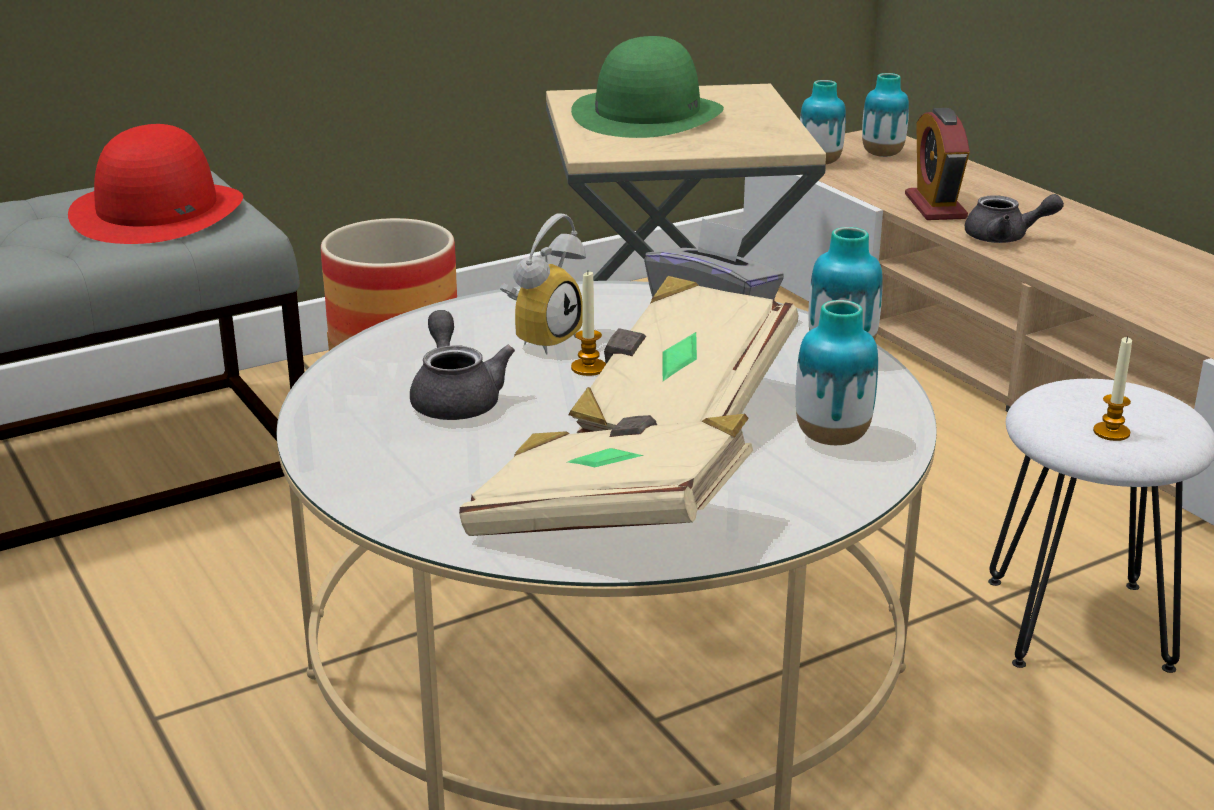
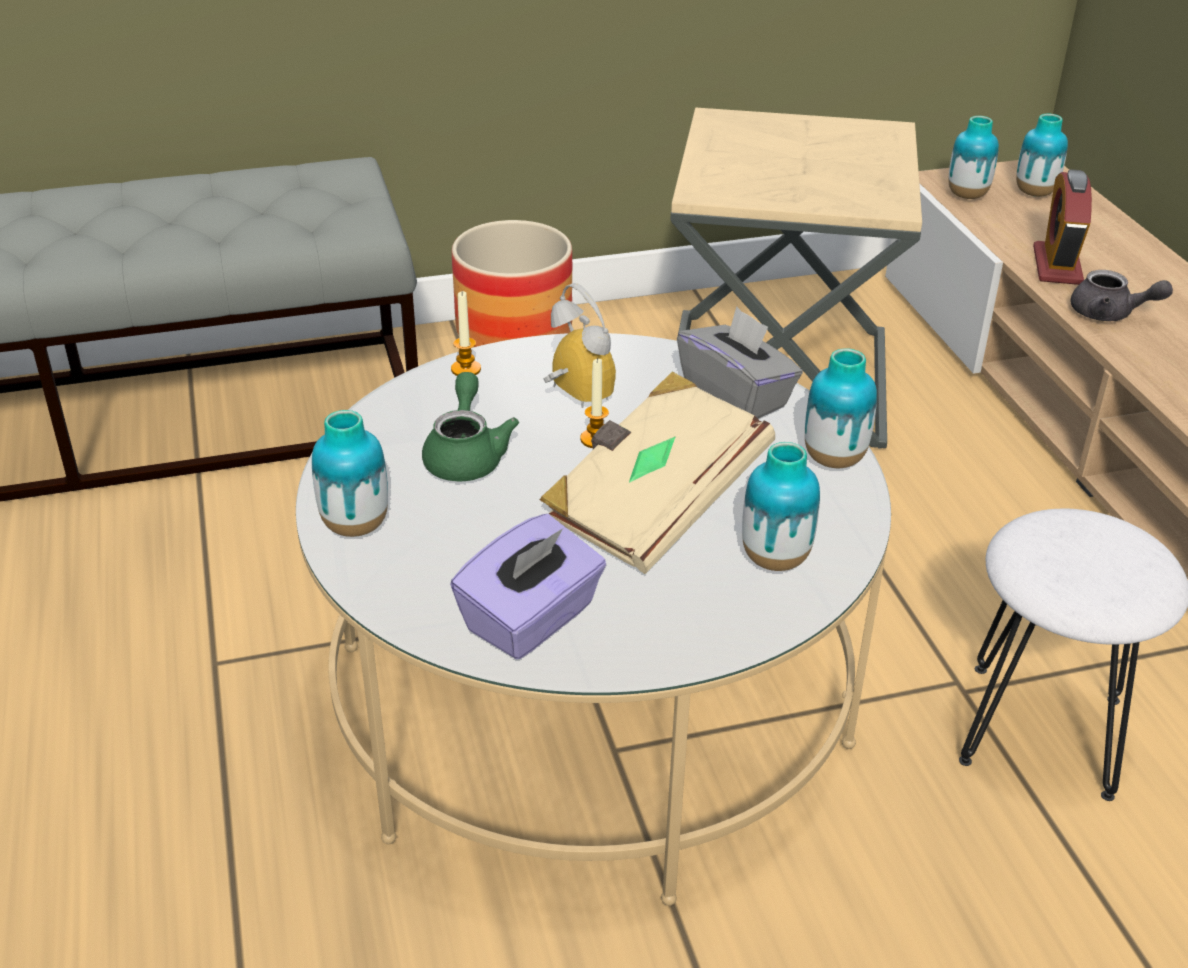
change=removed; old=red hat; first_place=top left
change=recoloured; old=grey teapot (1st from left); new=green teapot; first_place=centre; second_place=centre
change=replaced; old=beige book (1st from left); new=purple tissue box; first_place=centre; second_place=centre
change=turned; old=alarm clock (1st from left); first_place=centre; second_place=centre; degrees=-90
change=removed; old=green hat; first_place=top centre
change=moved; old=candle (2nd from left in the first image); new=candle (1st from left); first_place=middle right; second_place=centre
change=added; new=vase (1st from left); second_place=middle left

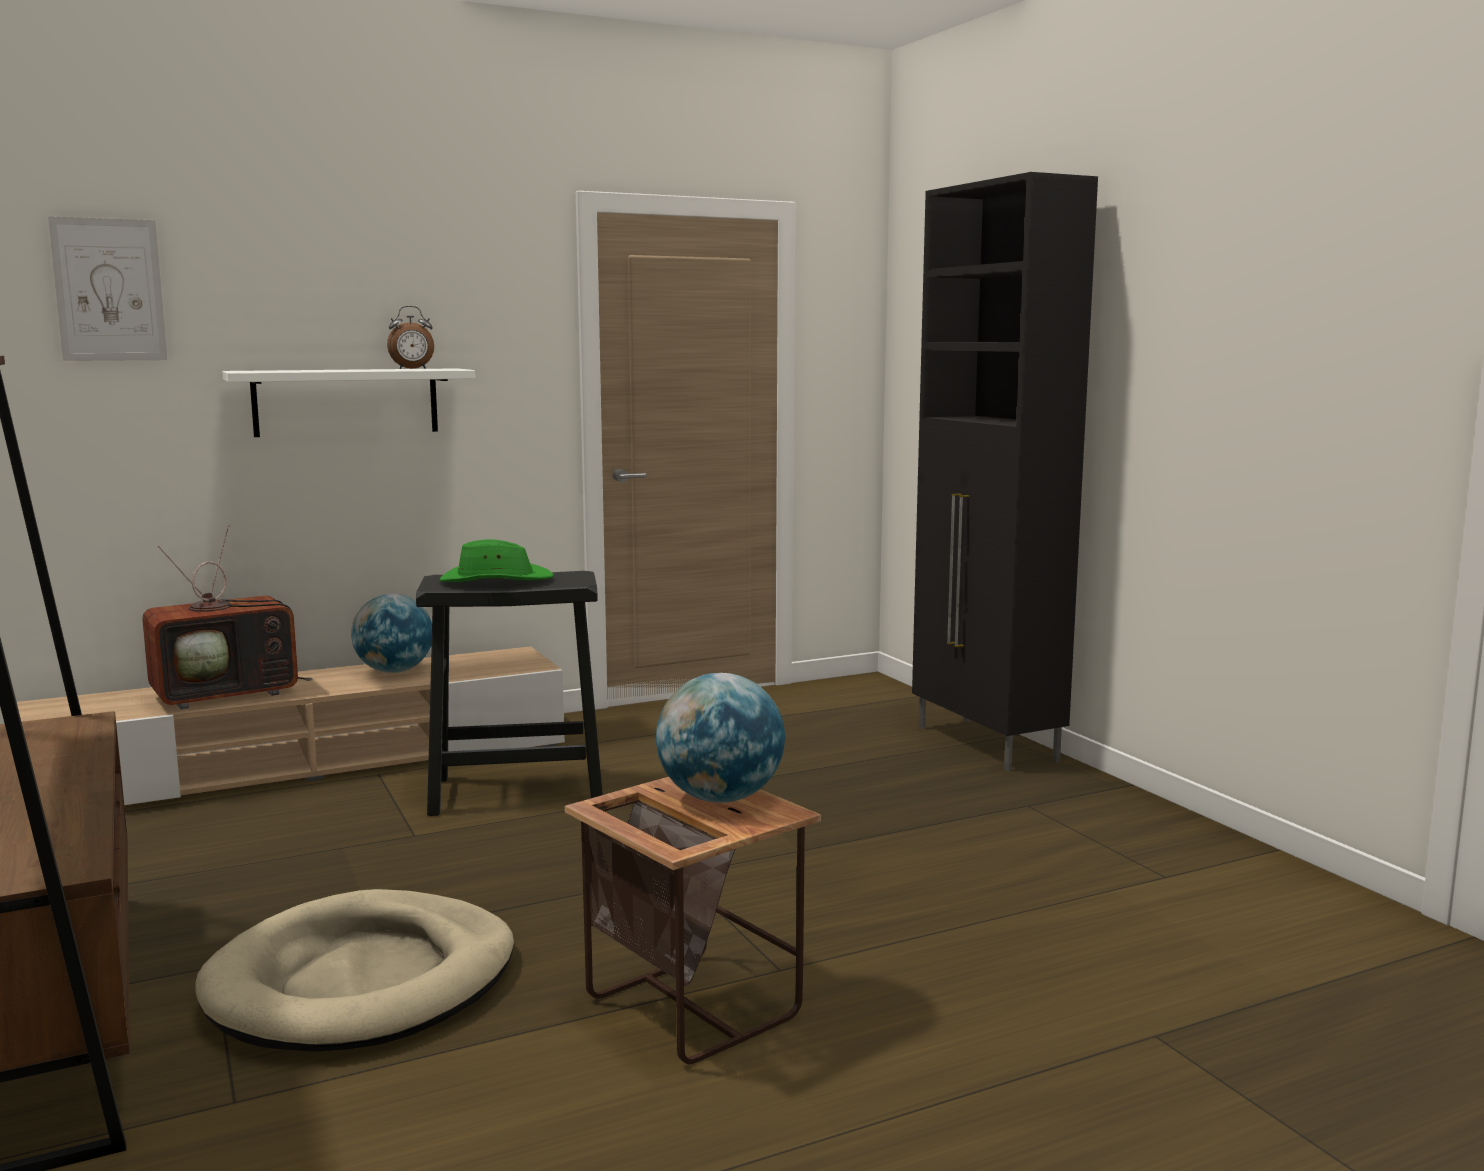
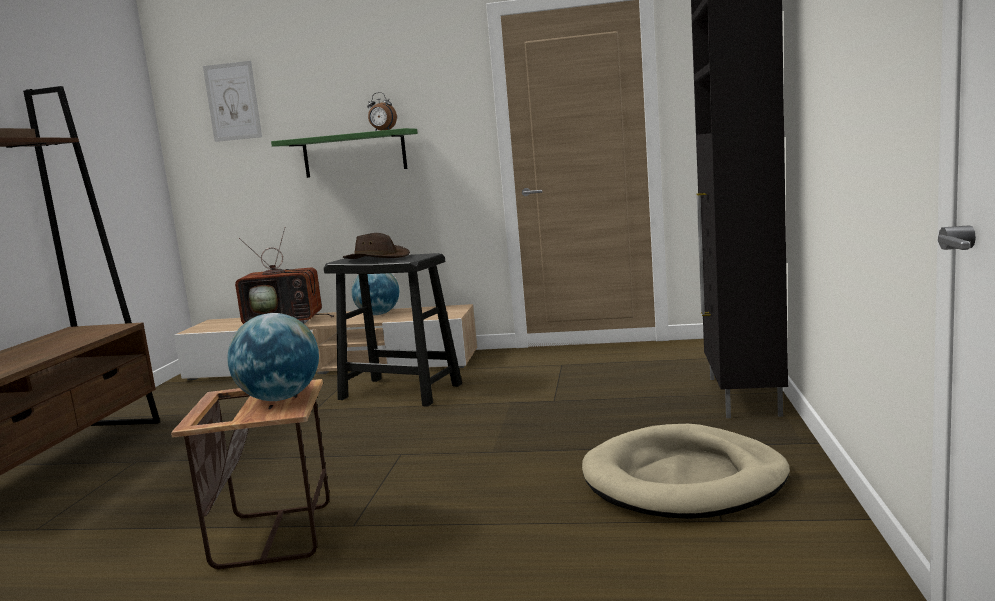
change=moved; old=beige dog bed; first_place=bottom left; second_place=bottom right
change=recoloured; old=white shelf; new=green shelf; first_place=middle left; second_place=top centre
change=recoloured; old=green hat; new=brown hat; first_place=centre; second_place=centre

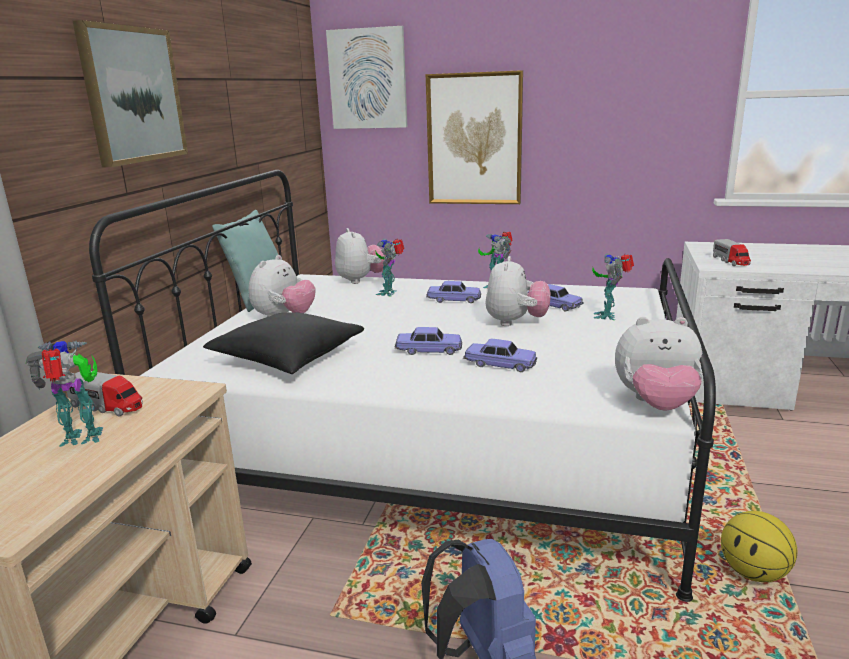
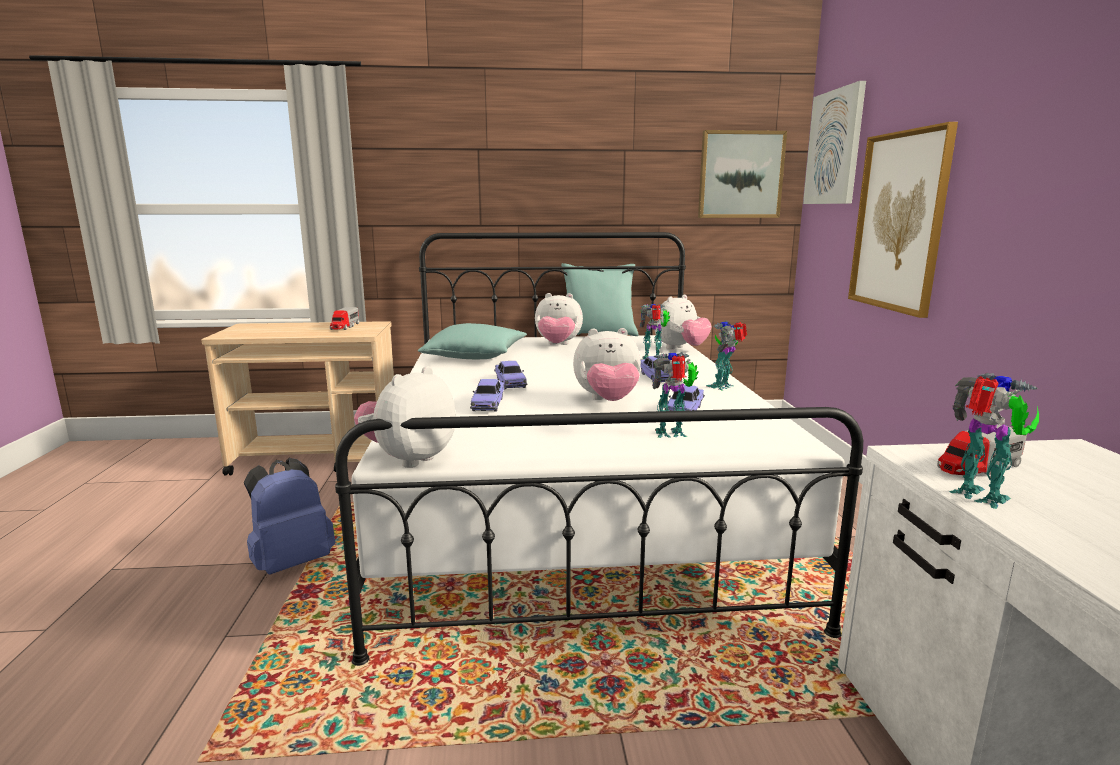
change=moved; old=toy robot (1st from left in the first image); new=toy robot (4th from left); first_place=middle left; second_place=middle right
change=moved; old=picture (1st from left); first_place=top left; second_place=top centre
change=recoloured; old=black pillow; new=turquoise pillow (1st from left); first_place=centre; second_place=centre
change=turned; old=plush toy (4th from left in the first image); first_place=middle right; second_place=centre; degrees=45
change=removed; old=basketball; first_place=bottom right

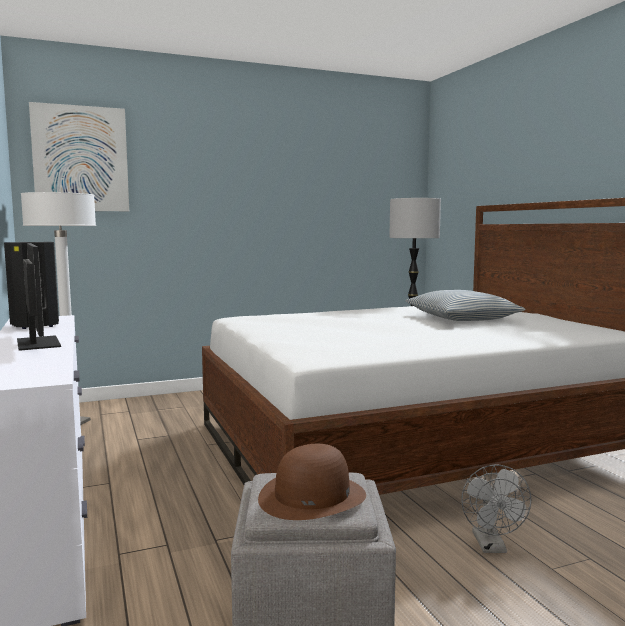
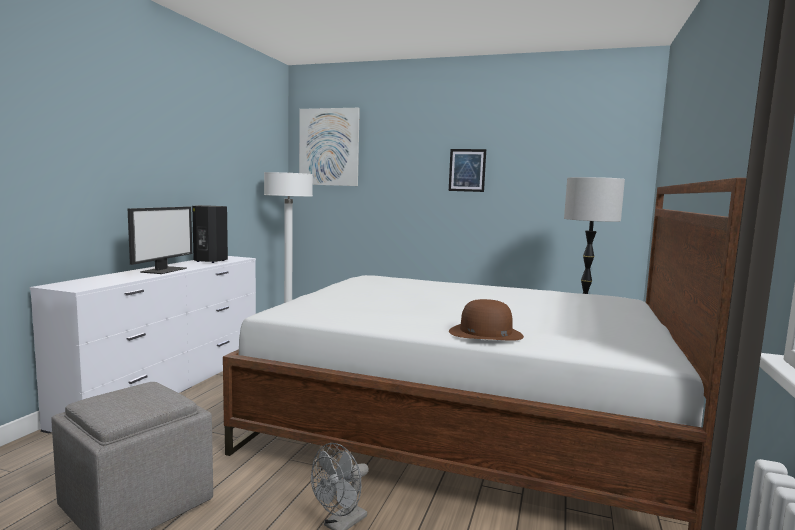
change=moved; old=brown hat; first_place=bottom centre; second_place=centre
change=removed; old=pillow; first_place=middle right
change=added; new=picture (2nd from left); second_place=top centre

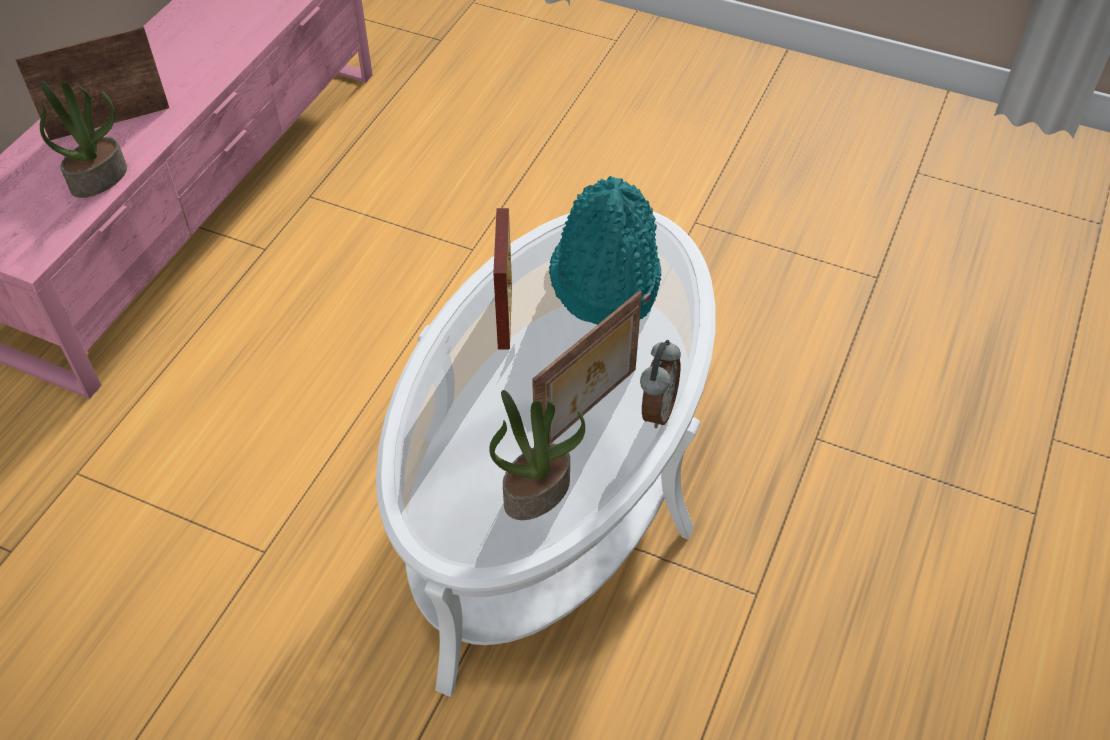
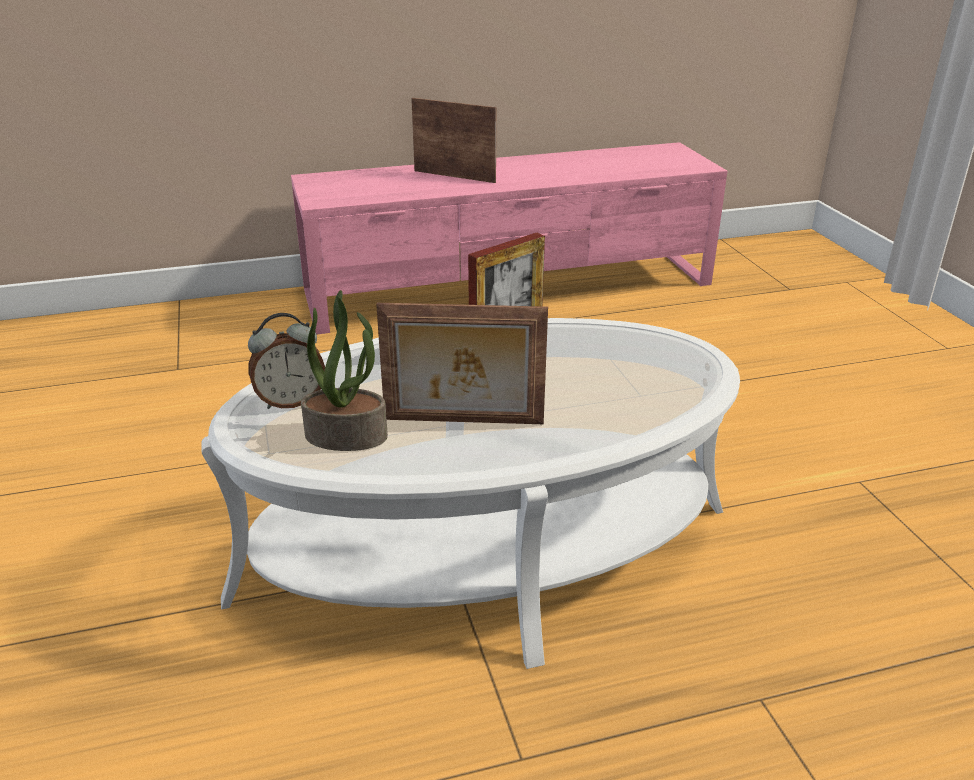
change=removed; old=potted plant (1st from left); first_place=top left
change=removed; old=turquoise hat; first_place=centre
change=moved; old=alarm clock; first_place=centre; second_place=middle left

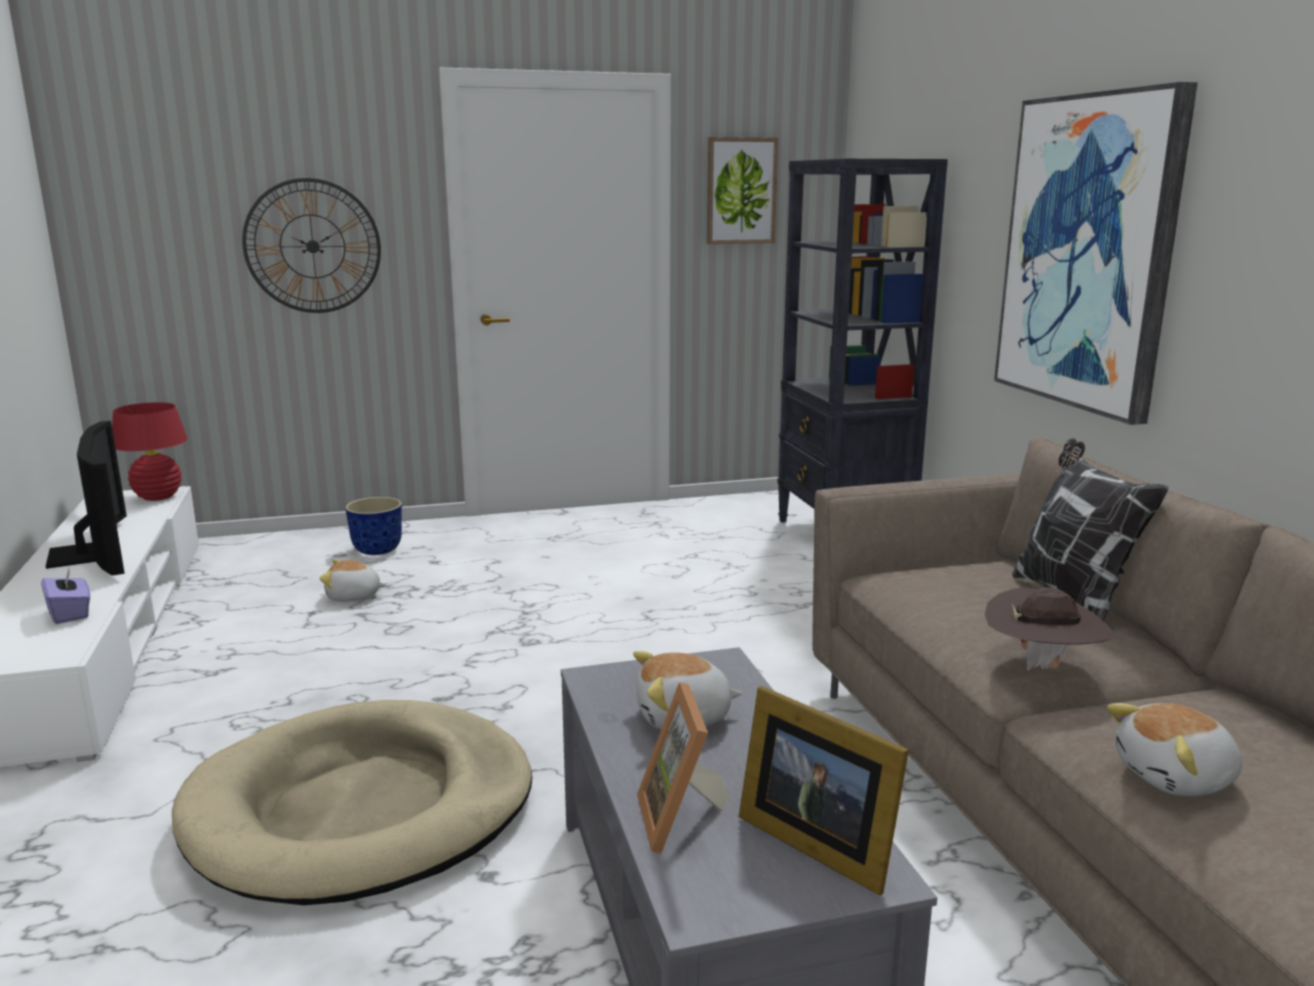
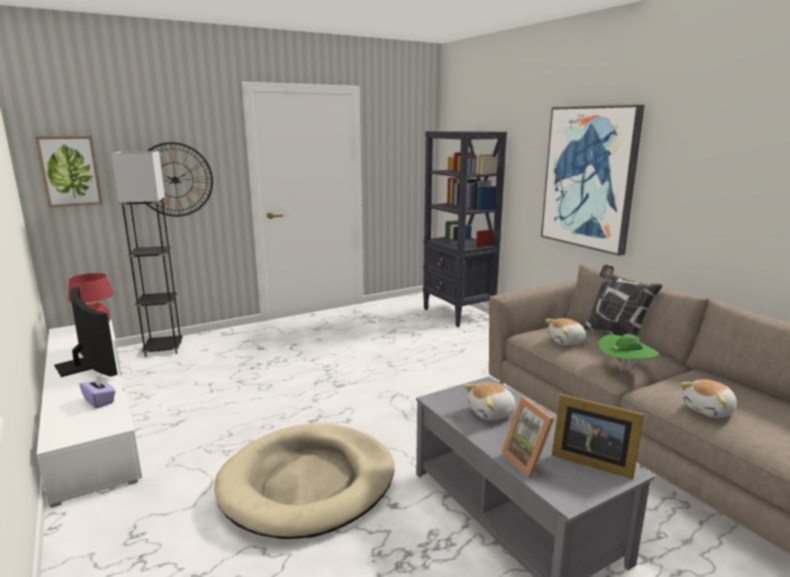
change=moved; old=plush toy (1st from left in the first image); new=plush toy (2nd from left); first_place=middle left; second_place=middle right
change=removed; old=planter; first_place=middle left
change=moved; old=picture (1st from left); first_place=top centre; second_place=top left
change=recoloured; old=brown hat; new=green hat; first_place=middle right; second_place=middle right
change=added; new=grey floor lamp; second_place=middle left

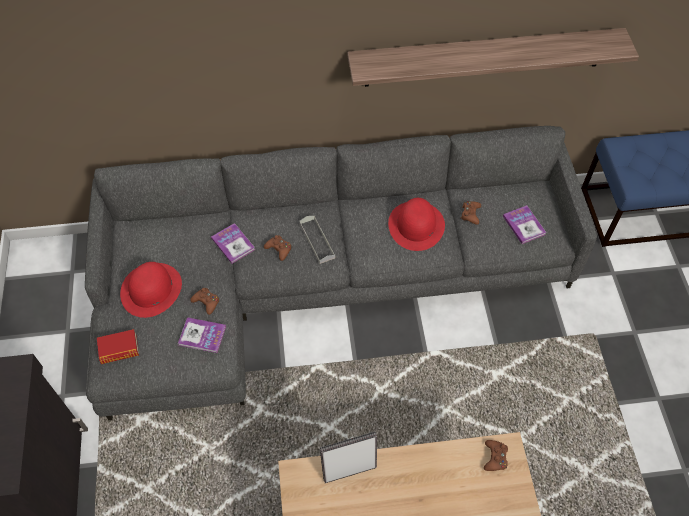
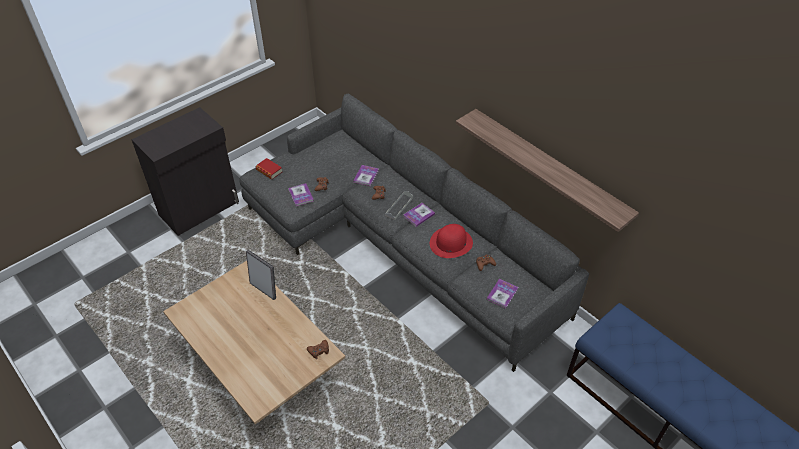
change=removed; old=red hat (1st from left); first_place=middle left
change=added; new=book (4th from left); second_place=centre

